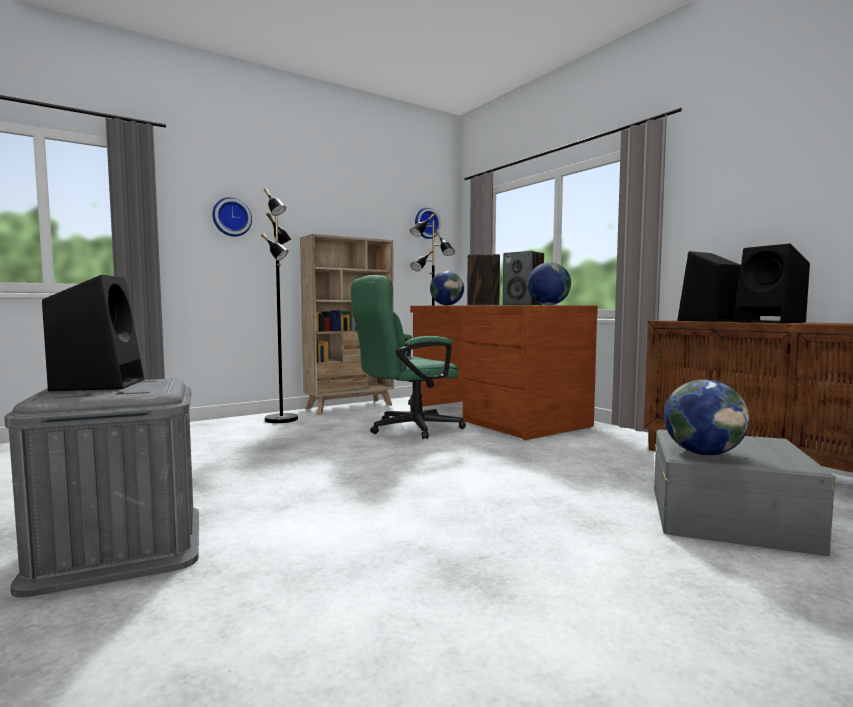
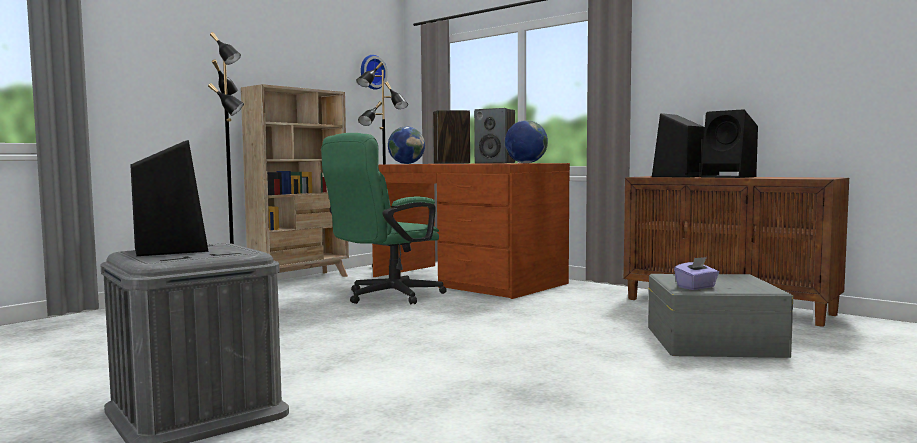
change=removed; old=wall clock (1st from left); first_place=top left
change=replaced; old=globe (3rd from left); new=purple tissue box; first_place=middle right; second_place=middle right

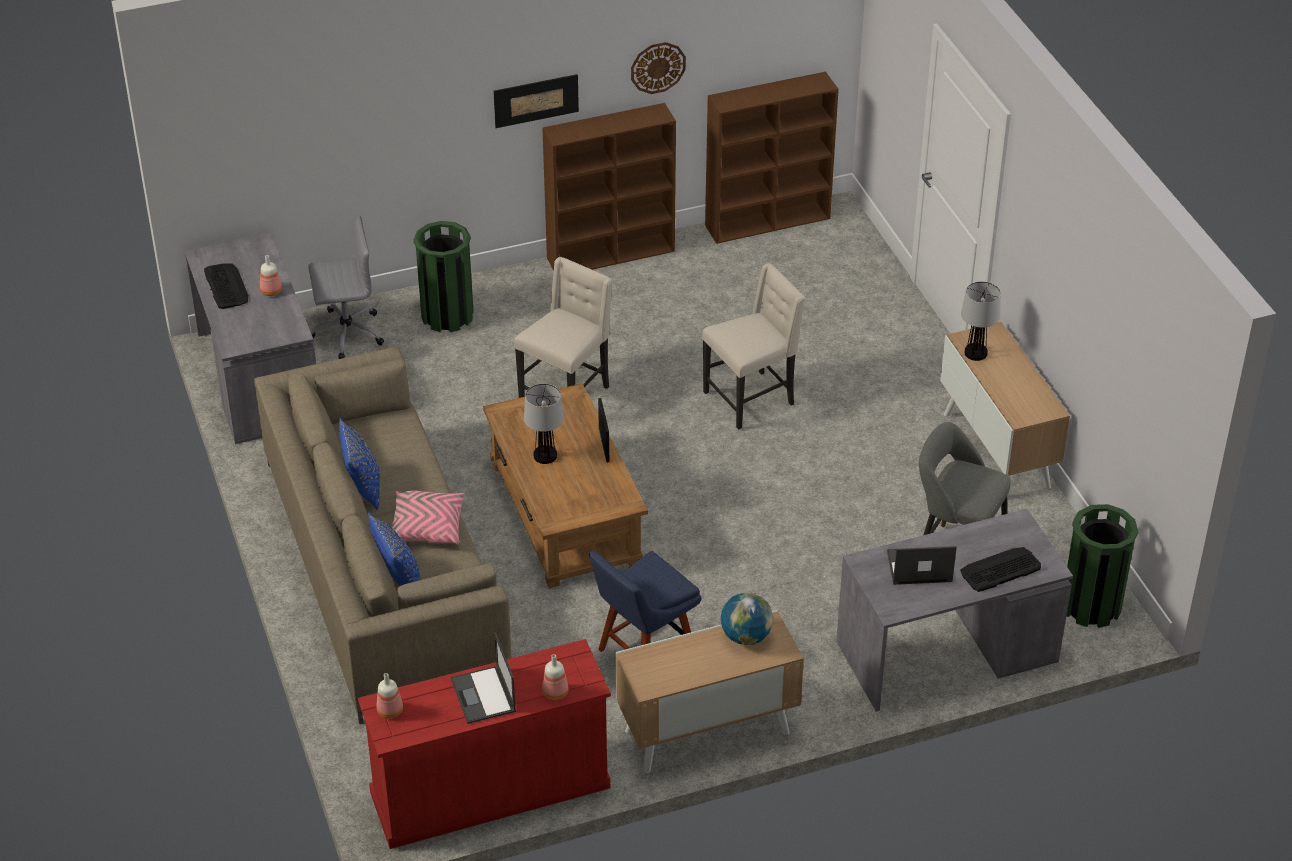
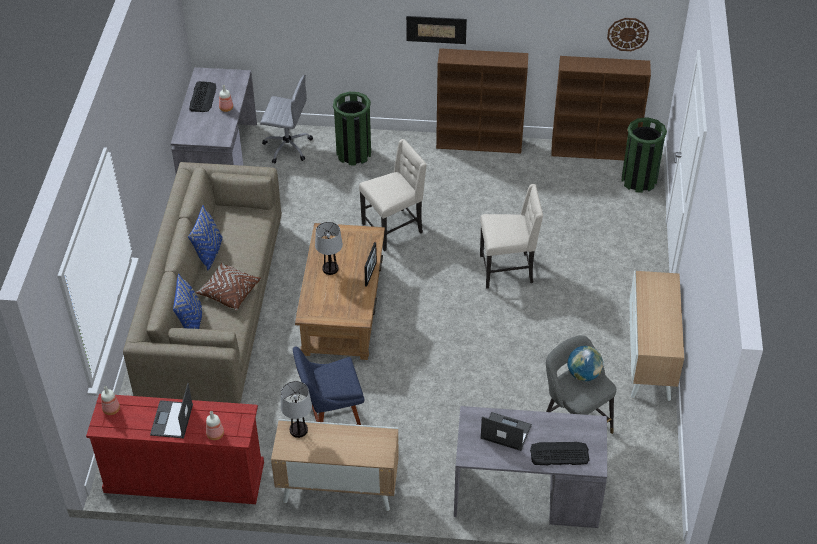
change=recoloured; old=pink pillow; new=brown pillow; first_place=middle left; second_place=middle left
change=moved; old=wall clock; first_place=top centre; second_place=top right
change=moved; old=globe; first_place=bottom centre; second_place=bottom right
change=moved; old=table lamp (2nd from left in the first image); new=table lamp (1st from left); first_place=middle right; second_place=bottom centre
change=moved; old=green trash can (2nd from left); first_place=middle right; second_place=top right

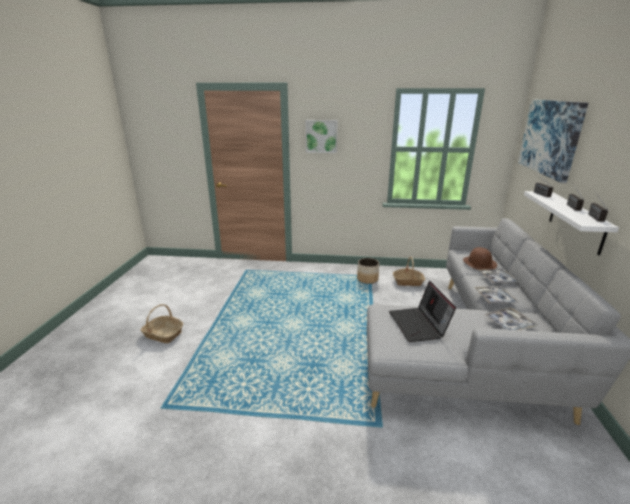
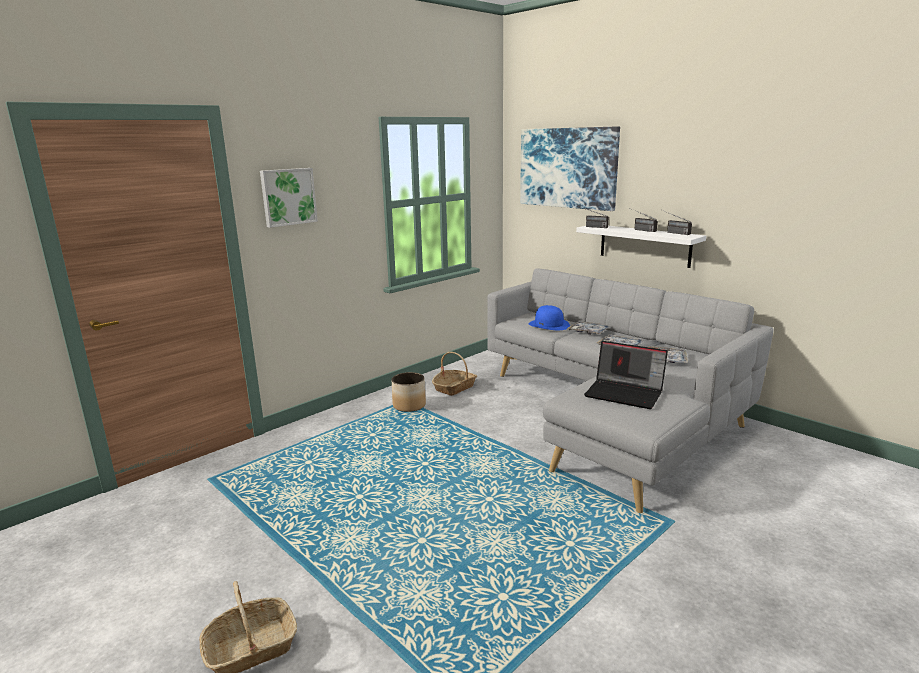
change=recoloured; old=brown hat; new=blue hat; first_place=middle right; second_place=centre

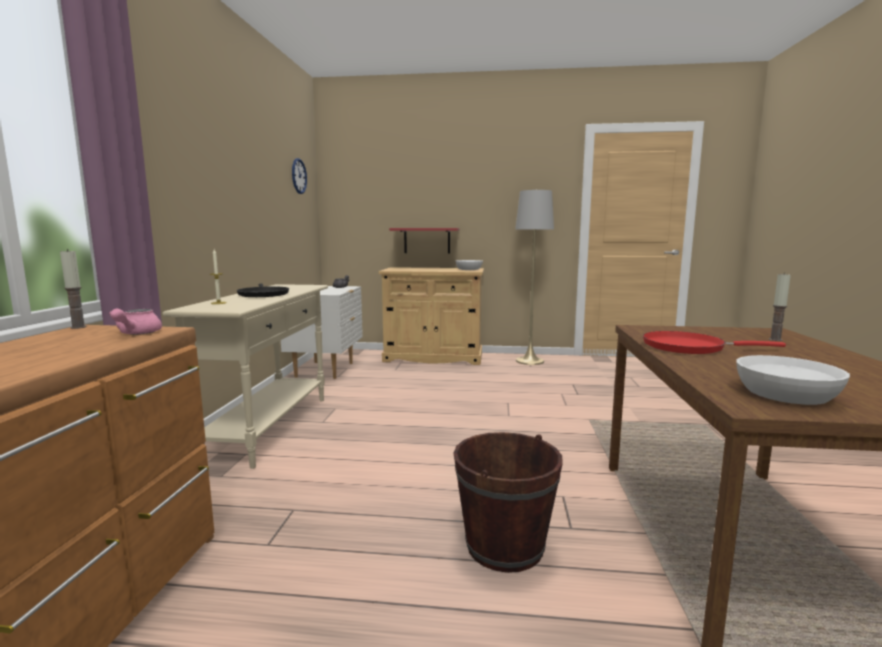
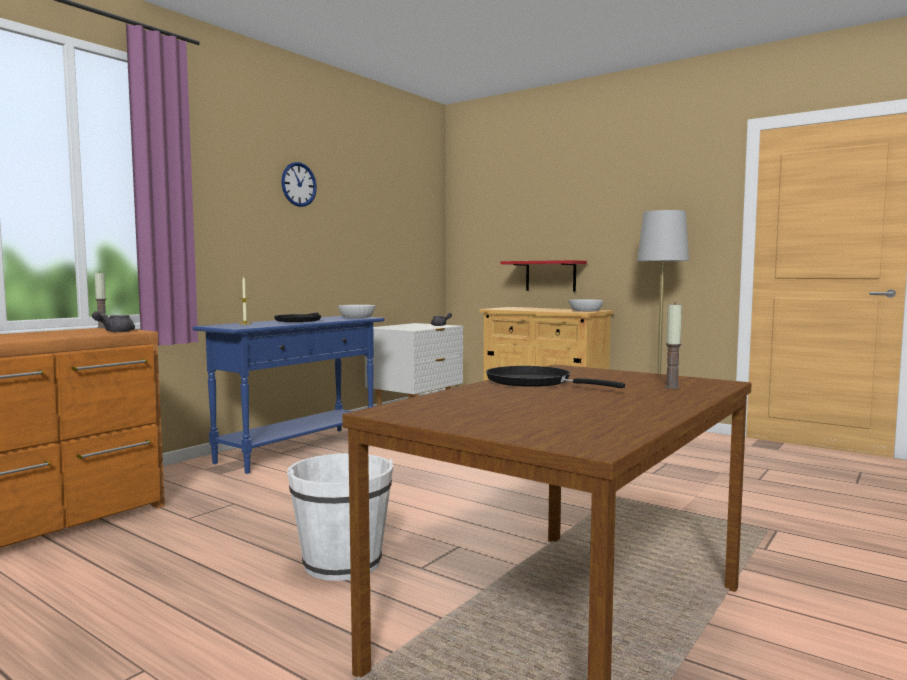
change=recoloured; old=pink teapot; new=grey teapot (1st from left); first_place=middle left; second_place=middle left
change=recoloured; old=beige console table; new=blue console table; first_place=middle left; second_place=middle left
change=moved; old=wall clock; first_place=top centre; second_place=top left
change=recoloured; old=brown bucket; new=white bucket; first_place=bottom centre; second_place=bottom centre
change=recoloured; old=red frying pan; new=black frying pan (2nd from left); first_place=middle right; second_place=centre
change=moved; old=white bowl (2nd from left in the first image); new=white bowl (1st from left); first_place=middle right; second_place=centre

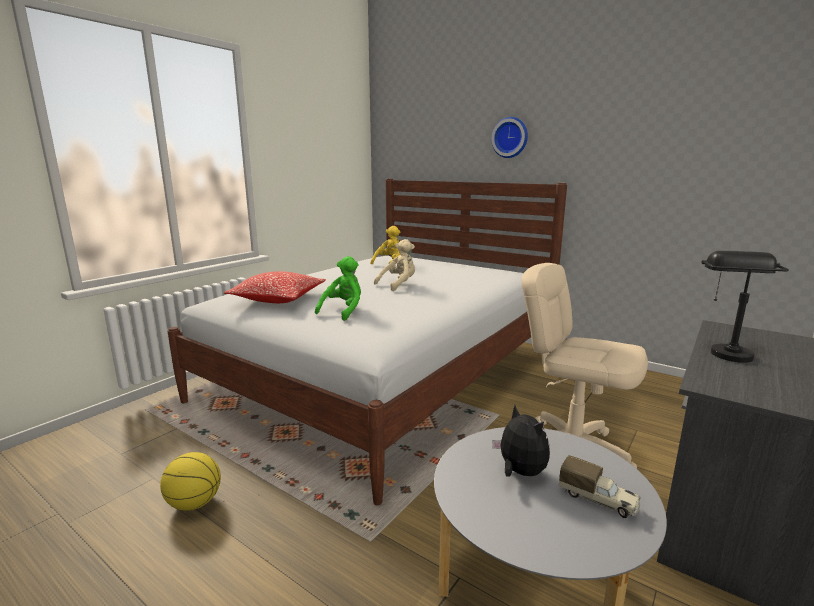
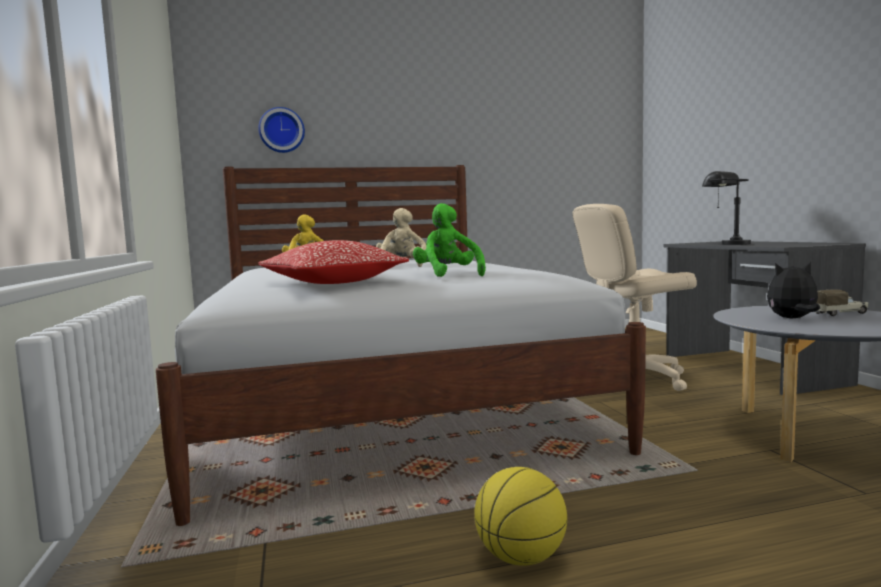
change=moved; old=wall clock; first_place=top centre; second_place=top left

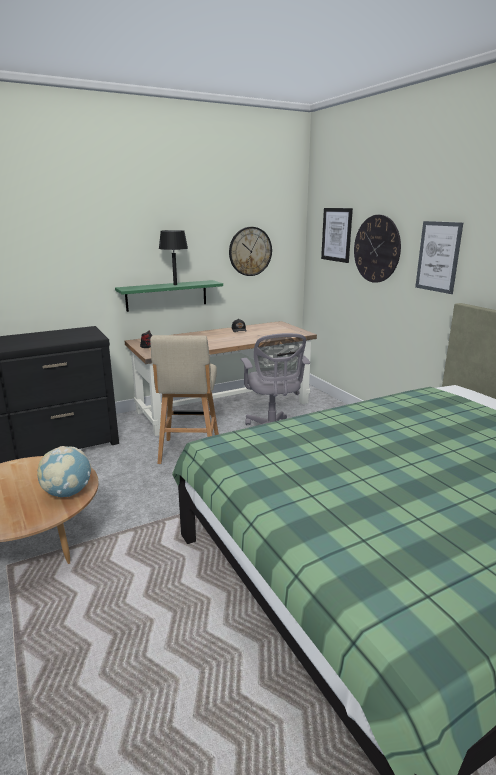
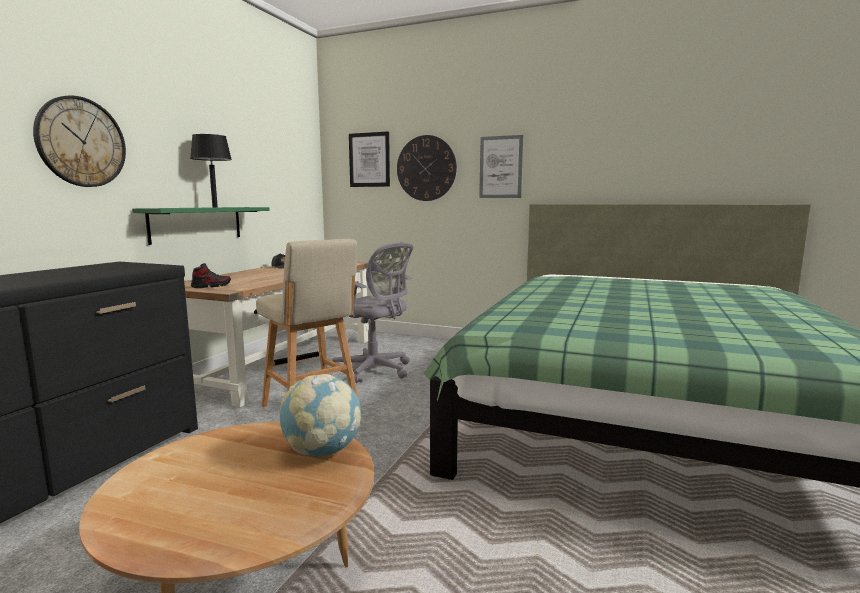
change=moved; old=wall clock (1st from left); first_place=top centre; second_place=top left

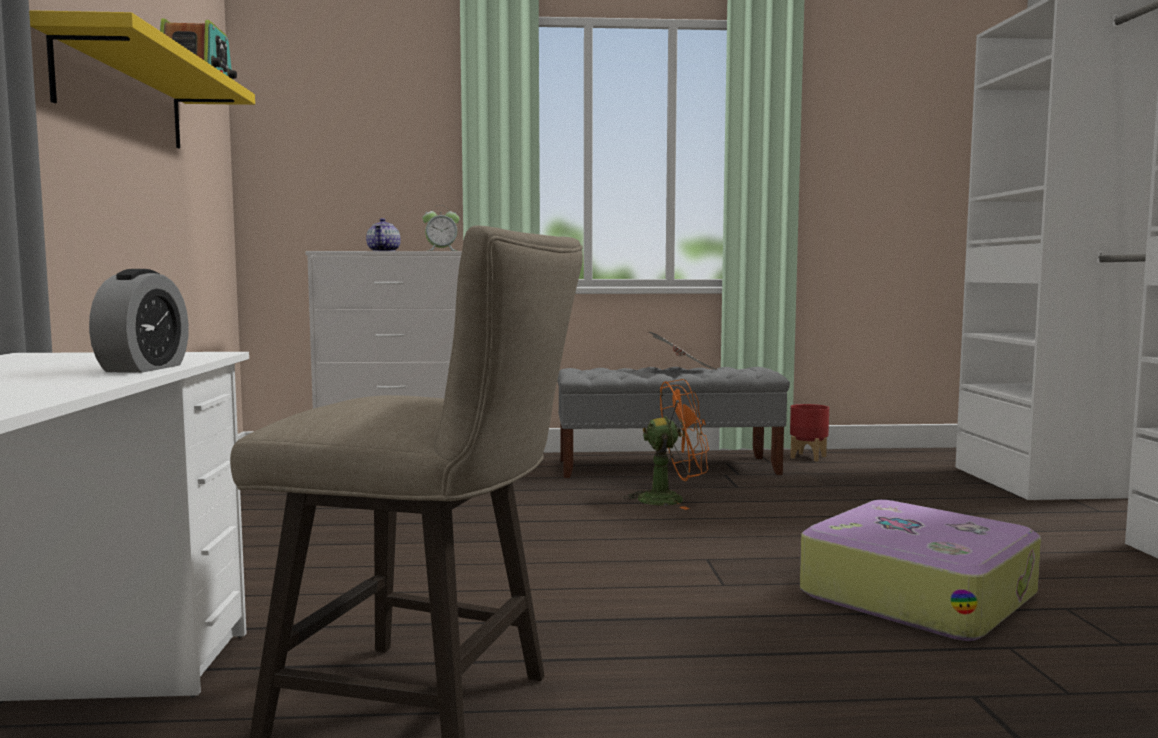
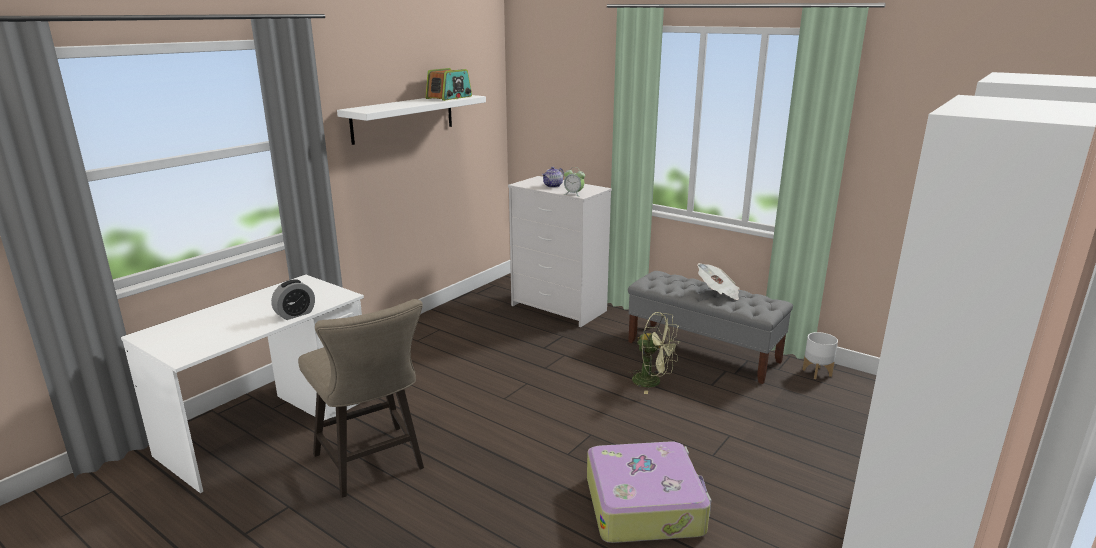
change=recoloured; old=yellow shelf; new=white shelf; first_place=top left; second_place=top centre
change=recoloured; old=orange fan; new=green fan; first_place=centre; second_place=centre
change=recoloured; old=red planter; new=white planter; first_place=middle right; second_place=middle right

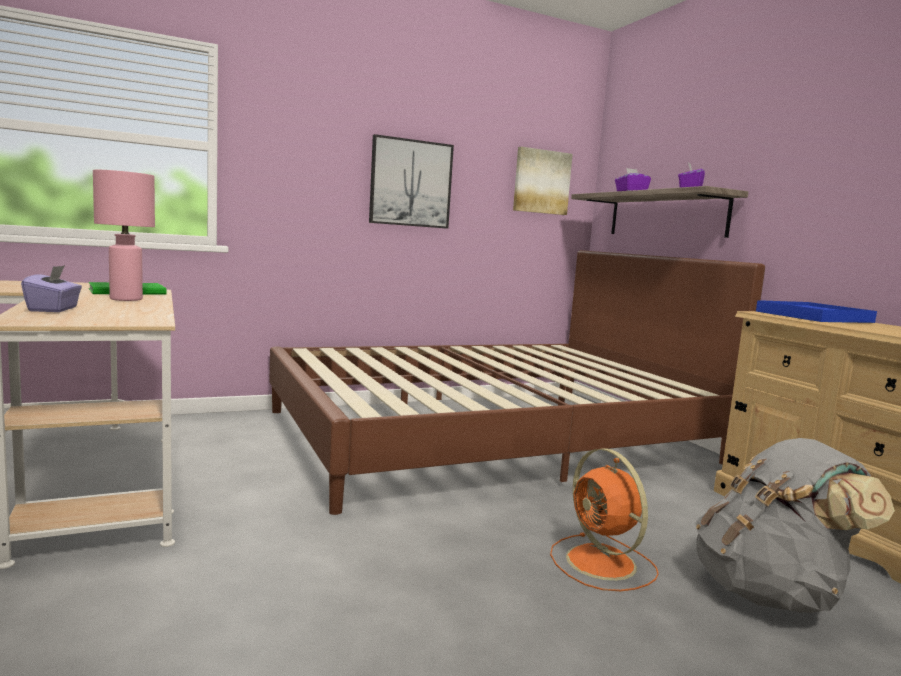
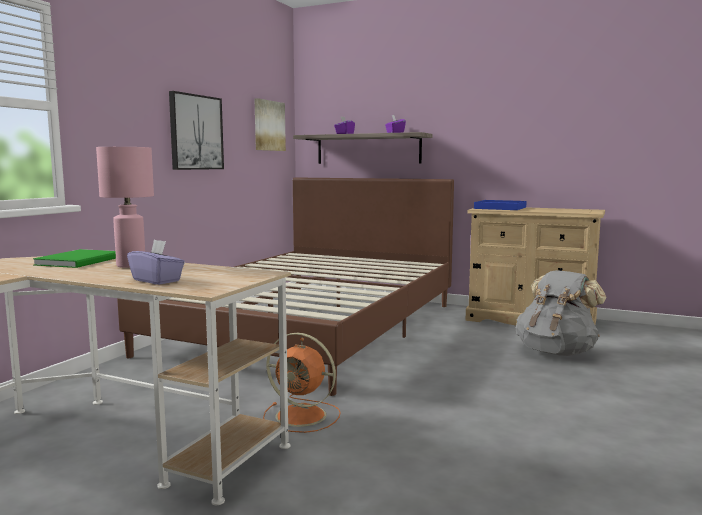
change=moved; old=orange fan; first_place=bottom right; second_place=bottom centre

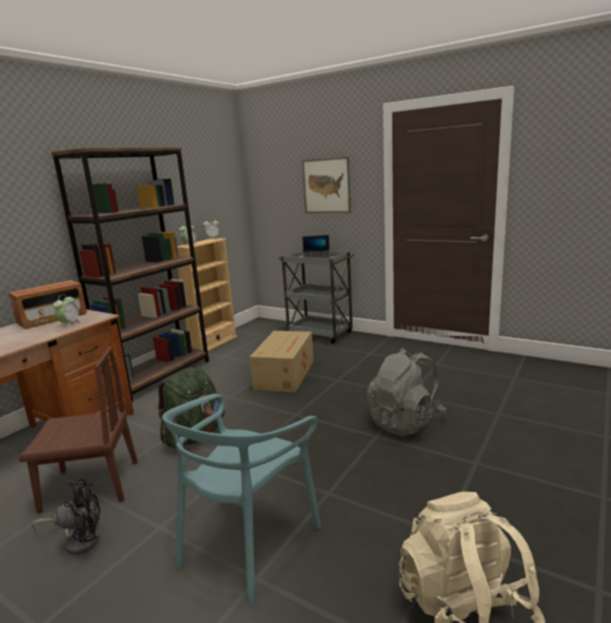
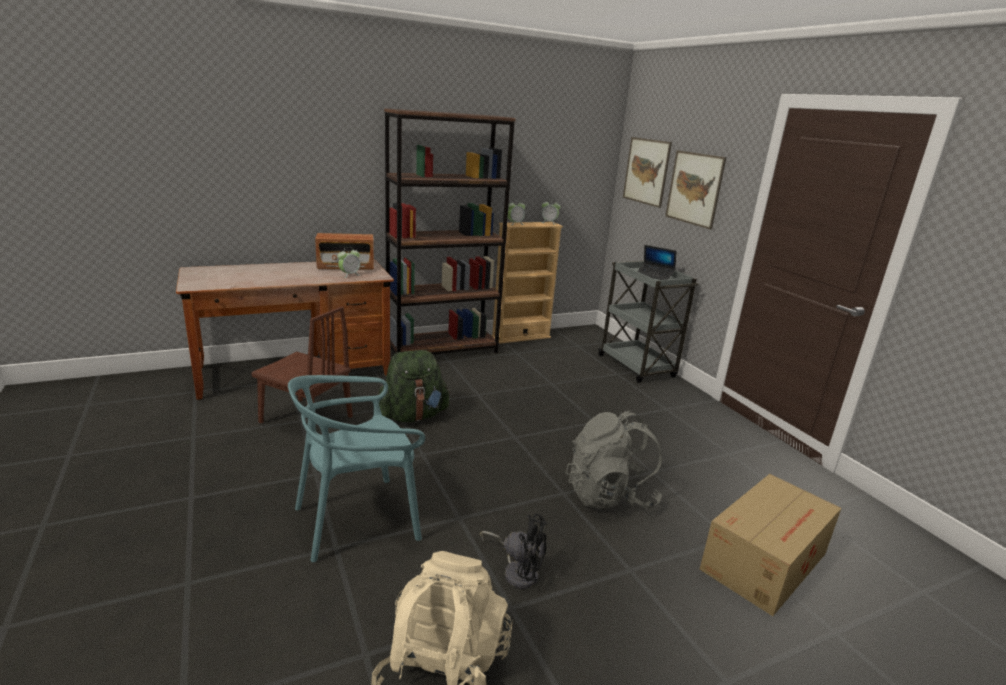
change=moved; old=black fan; first_place=bottom left; second_place=bottom centre
change=moved; old=cardboard box; first_place=centre; second_place=bottom right
change=added; new=picture (1st from left); second_place=top centre

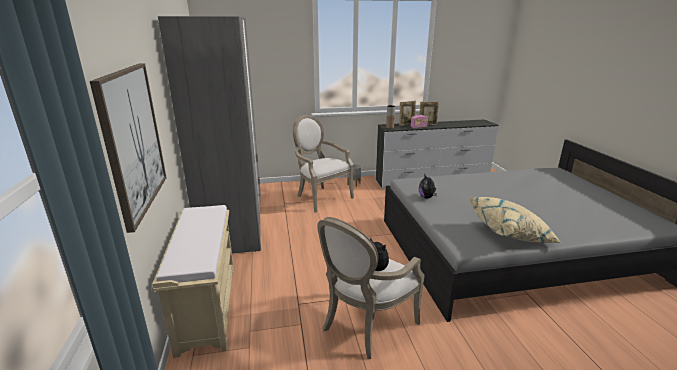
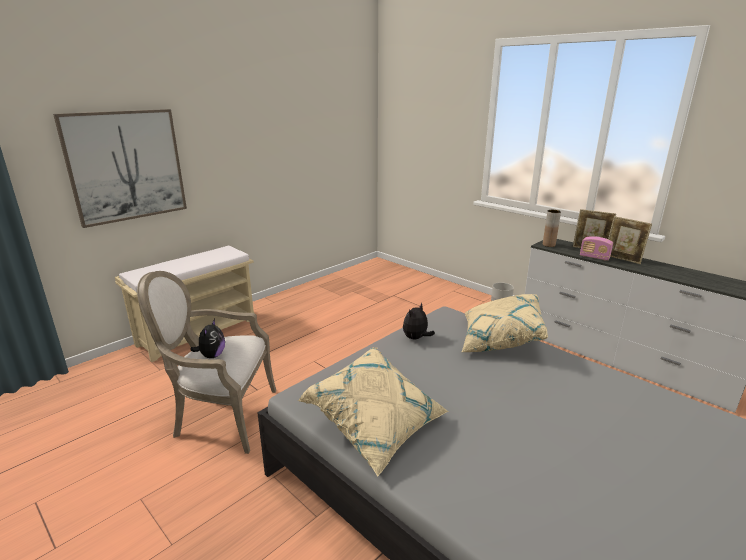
change=removed; old=grey wardrobe; first_place=middle left
change=removed; old=armchair (1st from left); first_place=centre
change=added; new=beige pillow (2nd from left); second_place=middle right

